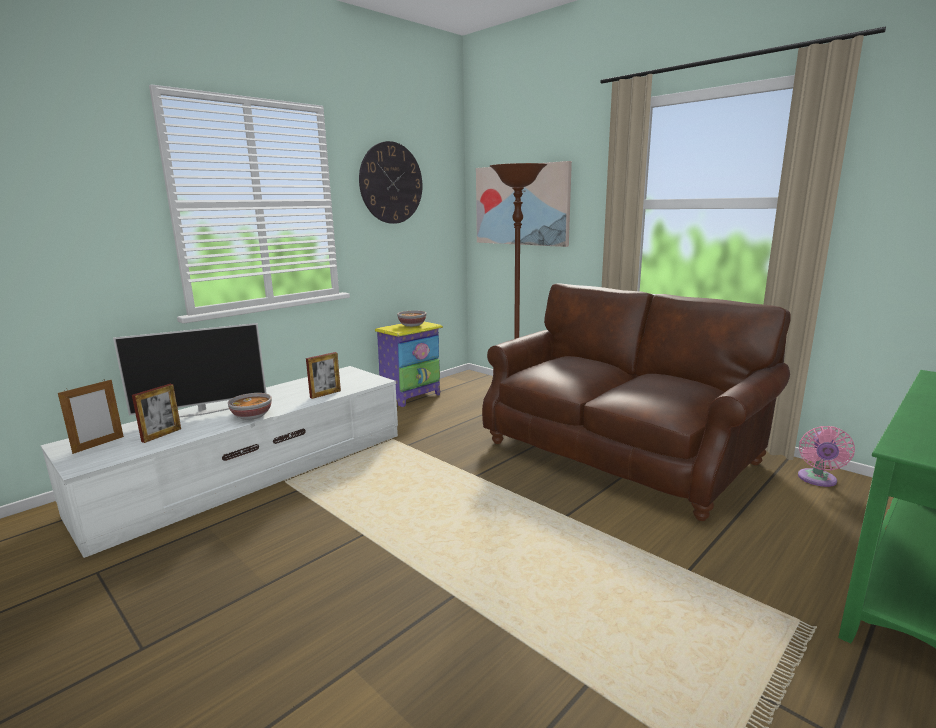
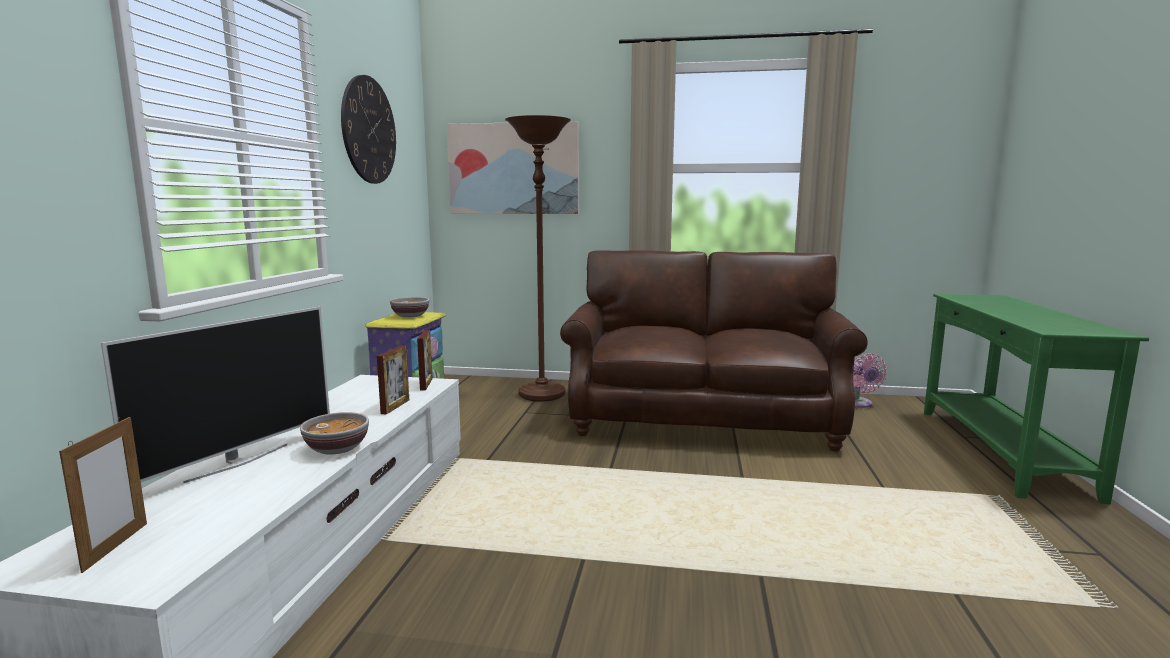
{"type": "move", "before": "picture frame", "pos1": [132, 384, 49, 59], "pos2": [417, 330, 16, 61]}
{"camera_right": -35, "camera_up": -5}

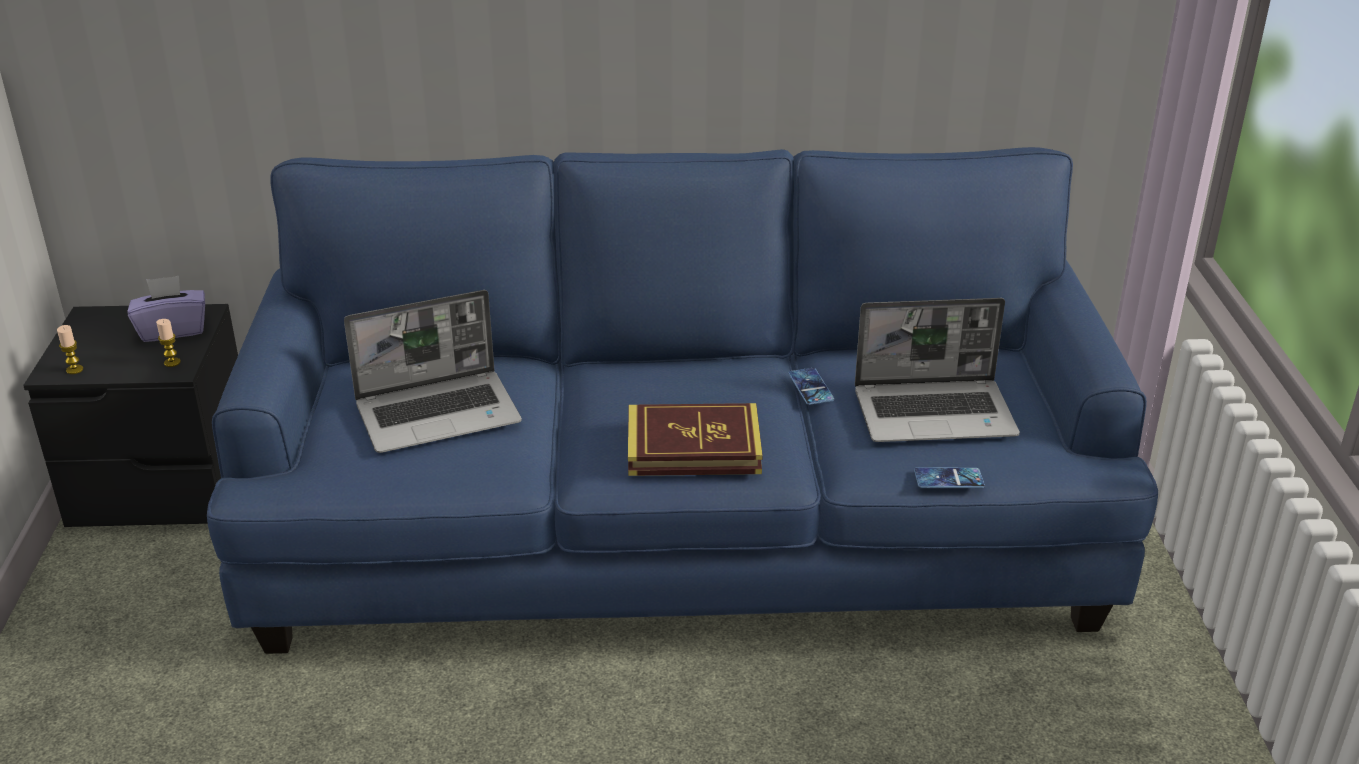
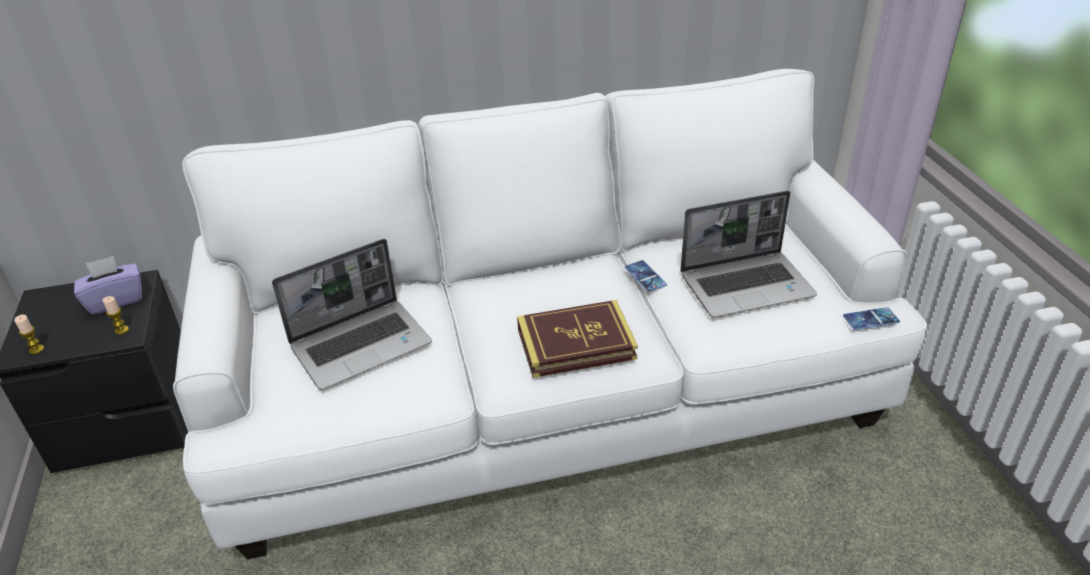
{"type": "move", "before": "phone", "pos1": [914, 467, 71, 21], "pos2": [843, 307, 57, 23]}
{"type": "recolor", "before": "blue sofa", "after": "white sofa", "pos1": [207, 147, 951, 507], "pos2": [173, 69, 754, 490]}
{"camera_right": -10, "camera_up": 5}

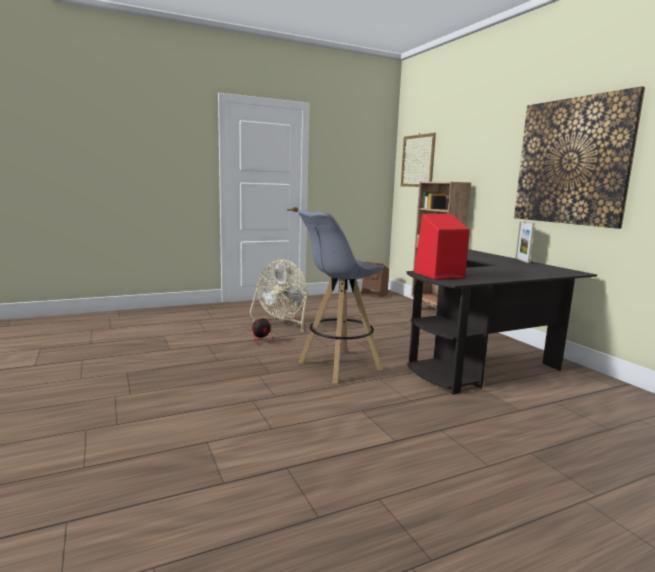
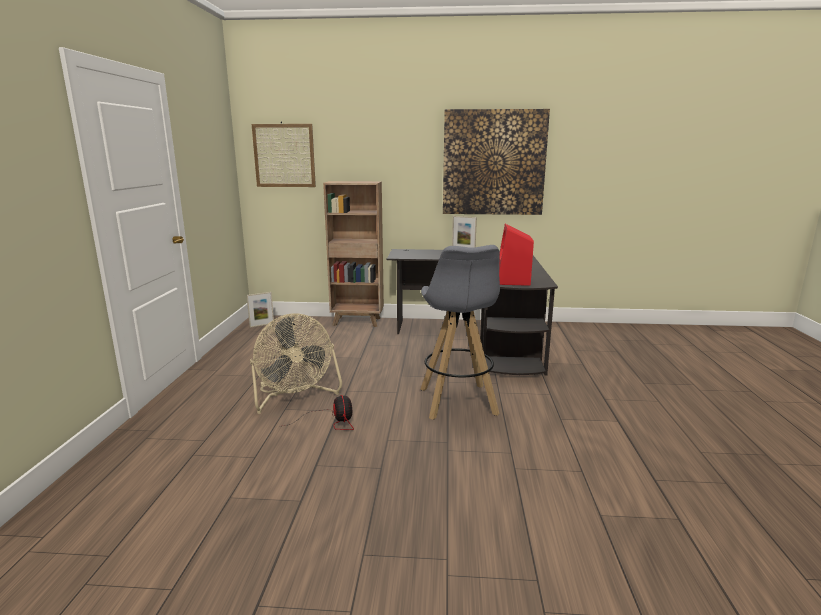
{"type": "replace", "before": "brown speaker", "after": "picture frame", "pos1": [361, 262, 28, 36], "pos2": [247, 292, 27, 35]}
{"camera_right": -60, "camera_up": 5}

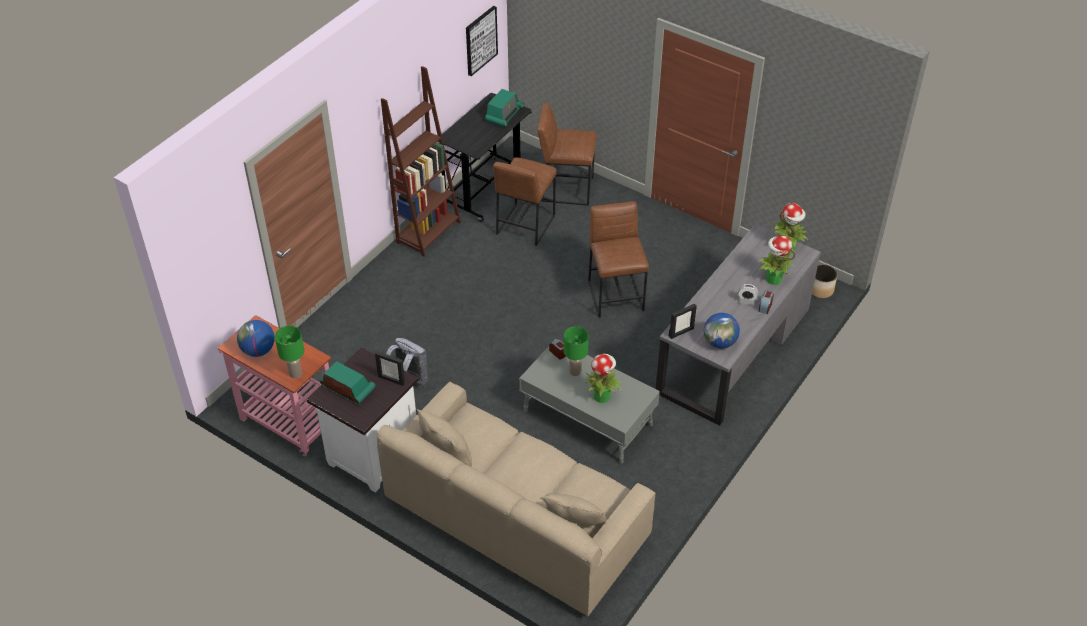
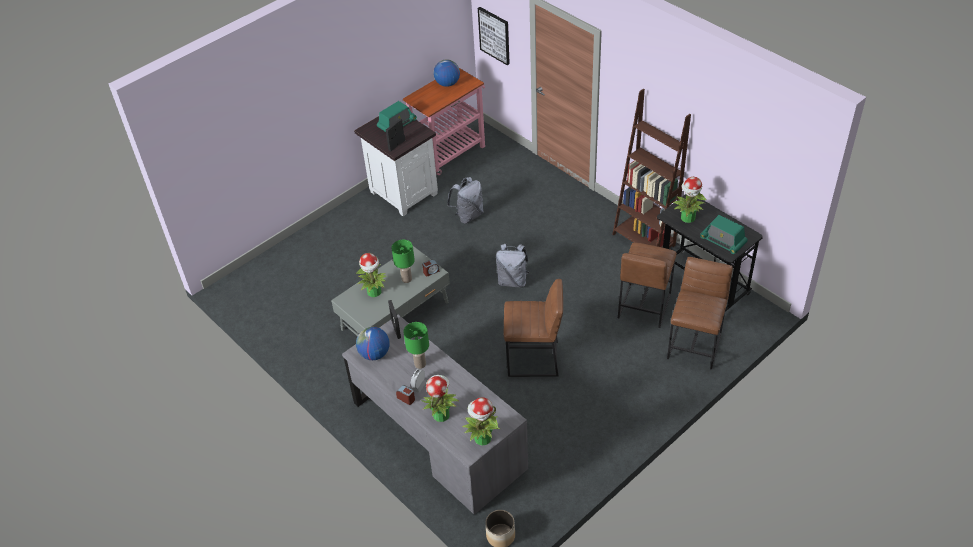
{"type": "delete", "before": "beige sofa", "pos1": [377, 382, 279, 234]}
{"type": "insert", "after": "grey backpack", "pos2": [496, 243, 34, 44]}
{"type": "insert", "after": "potted plant", "pos2": [673, 177, 34, 46]}
{"type": "move", "before": "green table lamp", "pos1": [275, 326, 29, 53], "pos2": [403, 322, 26, 47]}
{"type": "move", "before": "picture", "pos1": [466, 6, 32, 70], "pos2": [478, 7, 32, 58]}
{"type": "rotate", "before": "brown chair", "pos1": [493, 157, 64, 89], "pos2": [618, 242, 59, 86], "turn": -105}
{"camera_right": 105, "camera_up": 0}

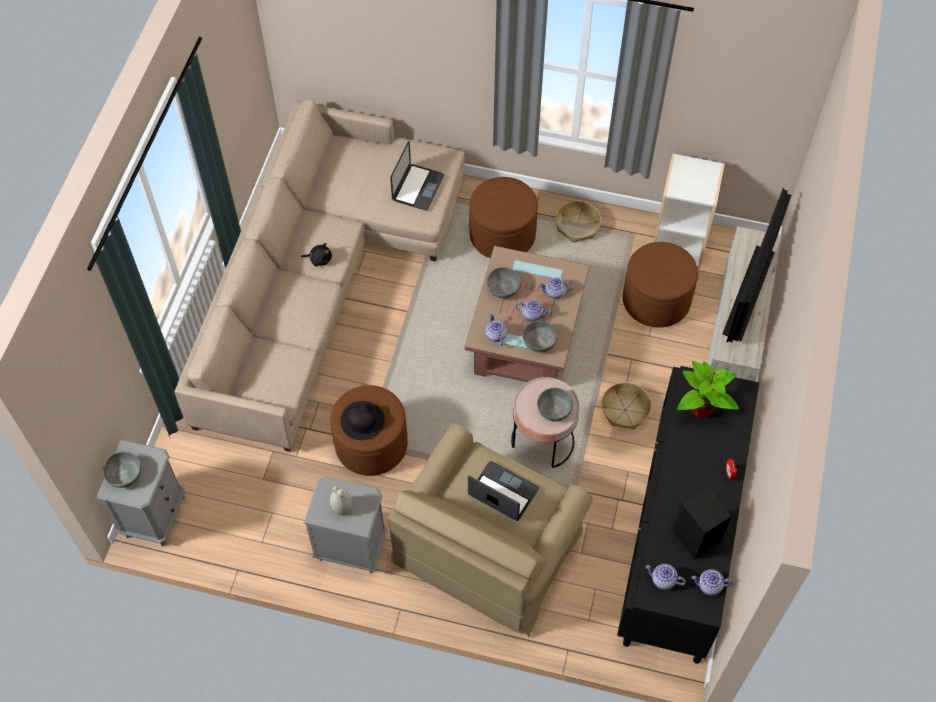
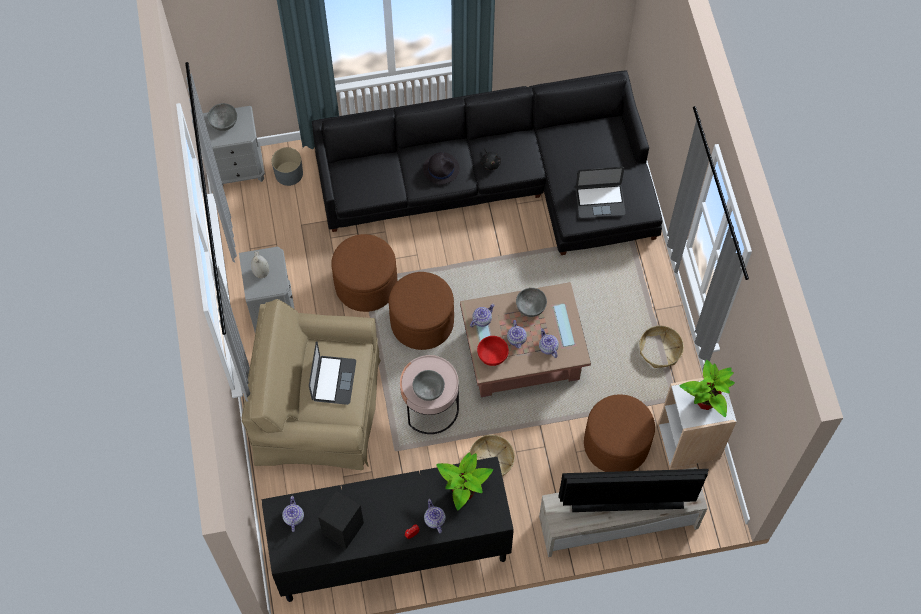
{"type": "insert", "after": "grey planter", "pos2": [272, 147, 31, 39]}
{"type": "insert", "after": "potted plant", "pos2": [679, 360, 56, 57]}
{"type": "move", "before": "black hat", "pos1": [340, 401, 45, 39], "pos2": [423, 152, 37, 33]}
{"type": "move", "before": "brown ottoman", "pos1": [469, 177, 69, 81], "pos2": [389, 272, 65, 78]}
{"type": "move", "before": "teapot", "pos1": [691, 569, 42, 27], "pos2": [424, 499, 22, 34]}
{"type": "recolor", "before": "beige sofa", "after": "black sofa", "pos1": [175, 100, 290, 352], "pos2": [312, 70, 350, 185]}
{"type": "recolor", "before": "grey bowl", "after": "red bowl", "pos1": [523, 321, 34, 31], "pos2": [477, 336, 32, 30]}
{"camera_right": 65, "camera_up": 5}

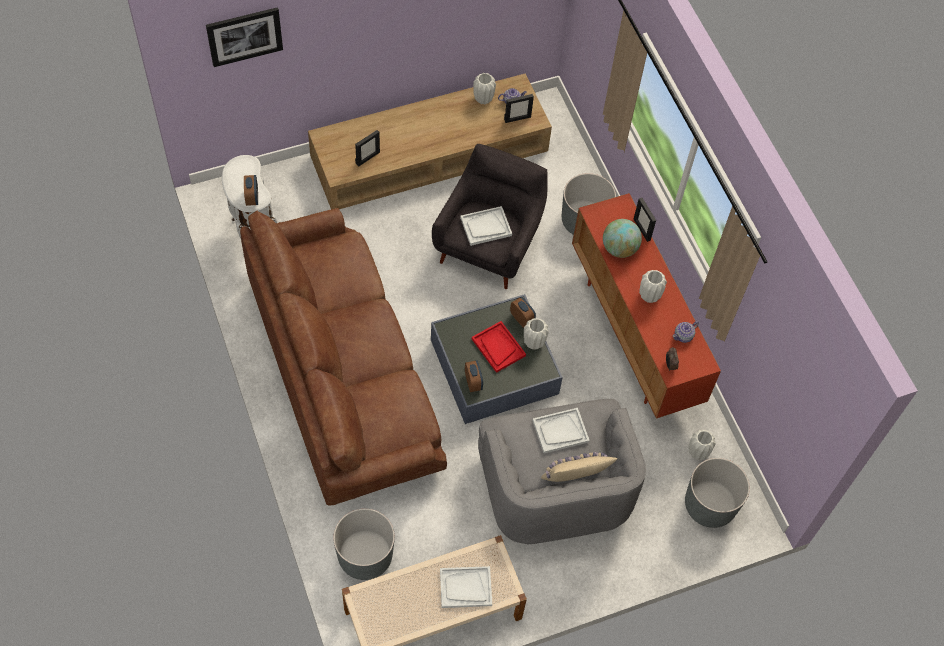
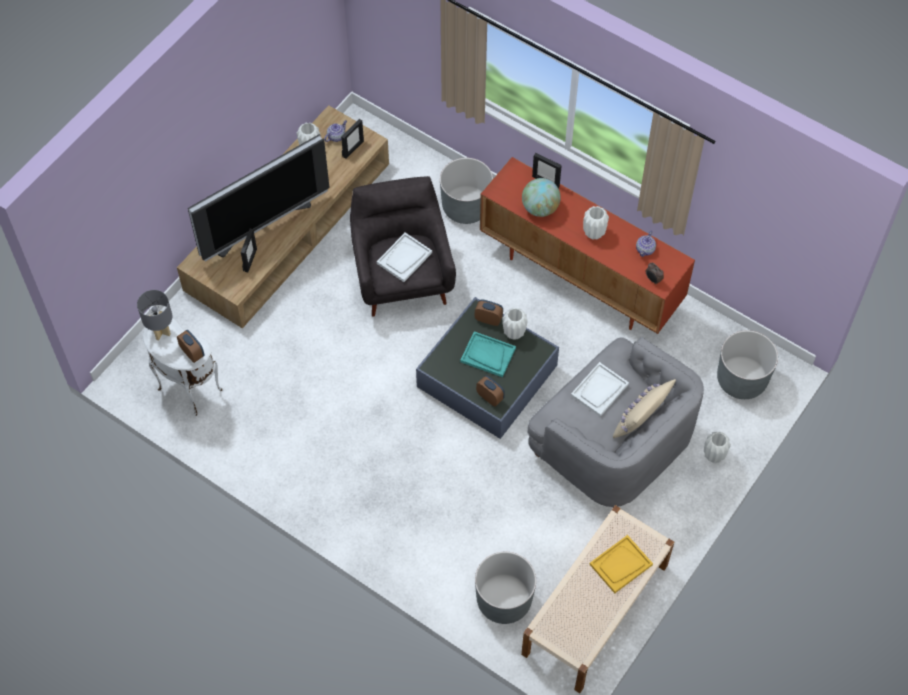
{"type": "delete", "before": "picture", "pos1": [206, 7, 77, 60]}
{"type": "delete", "before": "brown sofa", "pos1": [240, 208, 207, 298]}
{"type": "insert", "after": "grey table lamp", "pos2": [137, 290, 35, 51]}
{"type": "insert", "after": "television", "pos2": [188, 134, 141, 128]}
{"type": "move", "before": "white vase", "pos1": [688, 430, 28, 30], "pos2": [704, 432, 27, 31]}
{"type": "recolor", "before": "white tray", "after": "yellow tray", "pos1": [440, 566, 52, 42], "pos2": [589, 535, 64, 58]}
{"type": "recolor", "before": "red tray", "after": "turquoise tray", "pos1": [472, 321, 54, 52], "pos2": [460, 331, 56, 46]}
{"camera_right": -30, "camera_up": 0}

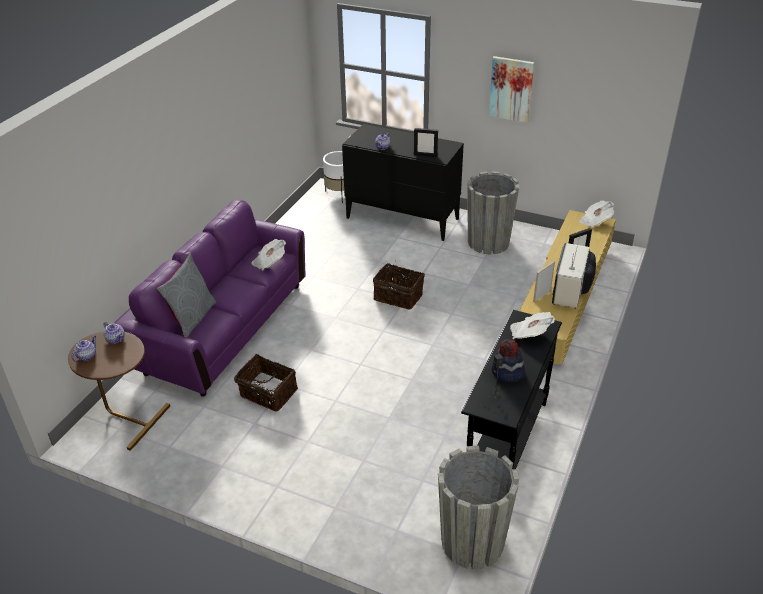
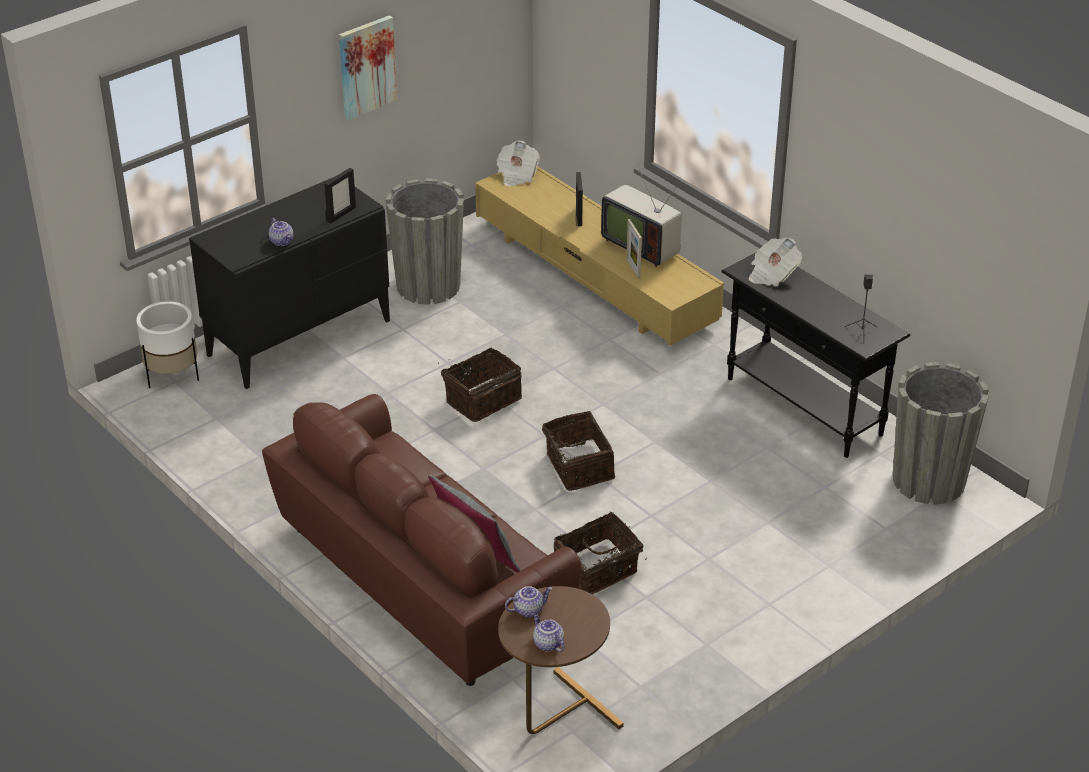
{"type": "delete", "before": "newspaper", "pos1": [251, 239, 35, 31]}
{"type": "delete", "before": "hat", "pos1": [491, 339, 34, 43]}
{"type": "insert", "after": "basket", "pos2": [542, 411, 73, 80]}
{"type": "recolor", "before": "purple sofa", "after": "brown sofa", "pos1": [113, 200, 192, 197], "pos2": [262, 394, 319, 292]}
{"camera_right": -65, "camera_up": 0}

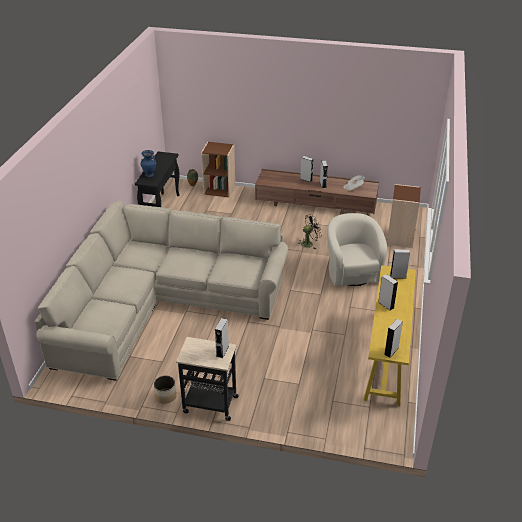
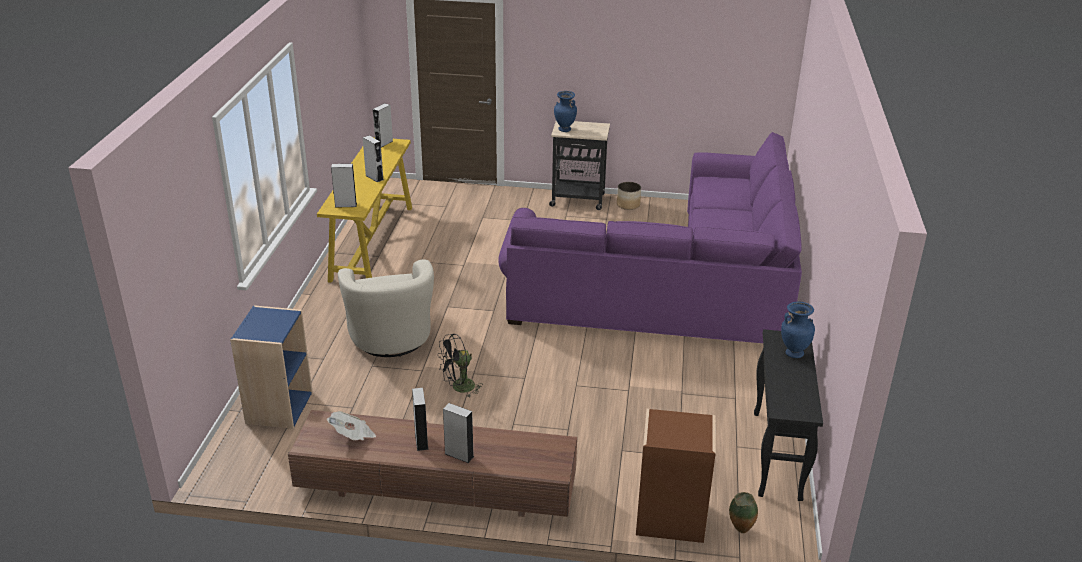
{"type": "replace", "before": "grey speaker", "after": "blue vase", "pos1": [215, 318, 14, 40], "pos2": [554, 91, 23, 41]}
{"type": "recolor", "before": "beige sofa", "after": "purple sofa", "pos1": [35, 201, 253, 180], "pos2": [499, 132, 303, 211]}
{"type": "recolor", "before": "brown bookcase", "after": "blue bookcase", "pos1": [387, 184, 34, 64], "pos2": [230, 305, 83, 124]}
{"camera_right": 175, "camera_up": -5}

